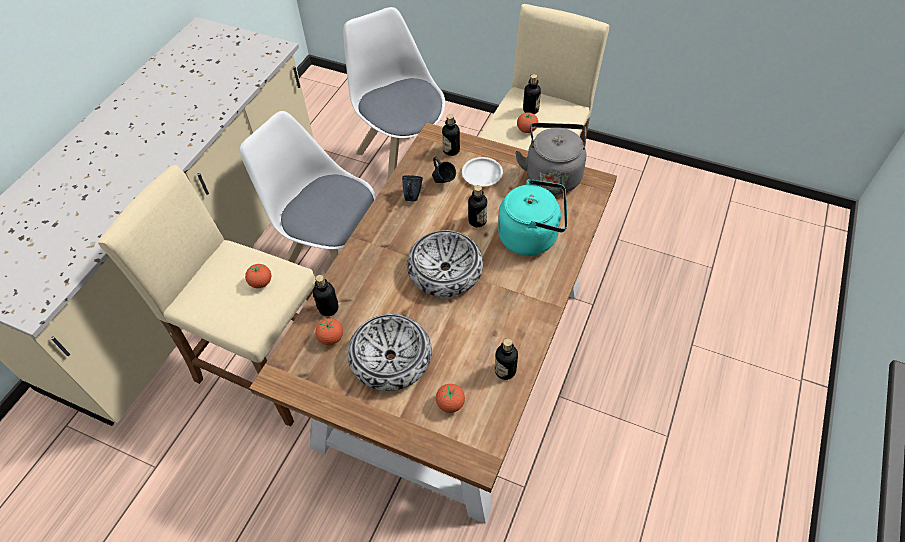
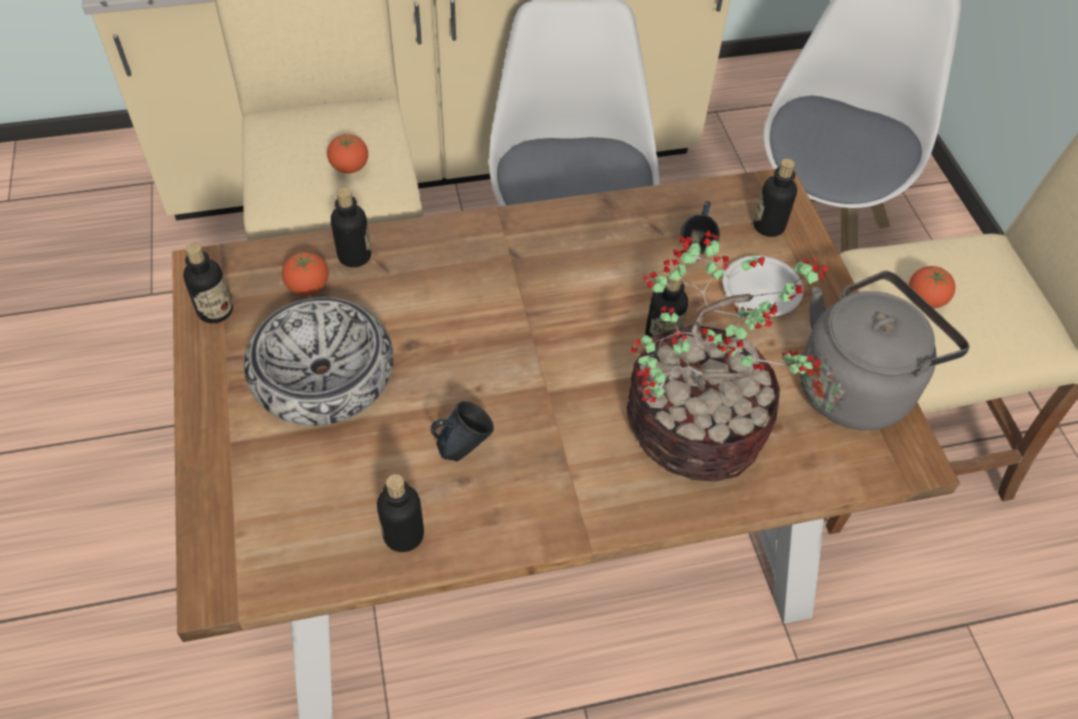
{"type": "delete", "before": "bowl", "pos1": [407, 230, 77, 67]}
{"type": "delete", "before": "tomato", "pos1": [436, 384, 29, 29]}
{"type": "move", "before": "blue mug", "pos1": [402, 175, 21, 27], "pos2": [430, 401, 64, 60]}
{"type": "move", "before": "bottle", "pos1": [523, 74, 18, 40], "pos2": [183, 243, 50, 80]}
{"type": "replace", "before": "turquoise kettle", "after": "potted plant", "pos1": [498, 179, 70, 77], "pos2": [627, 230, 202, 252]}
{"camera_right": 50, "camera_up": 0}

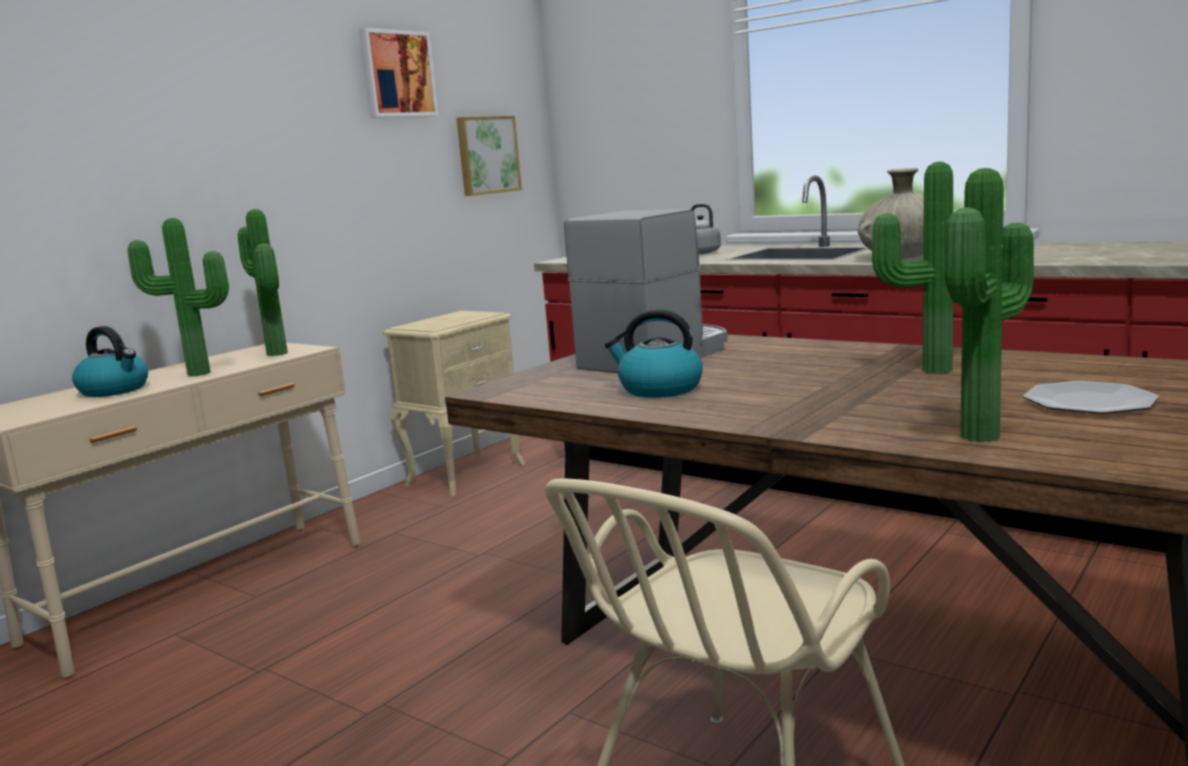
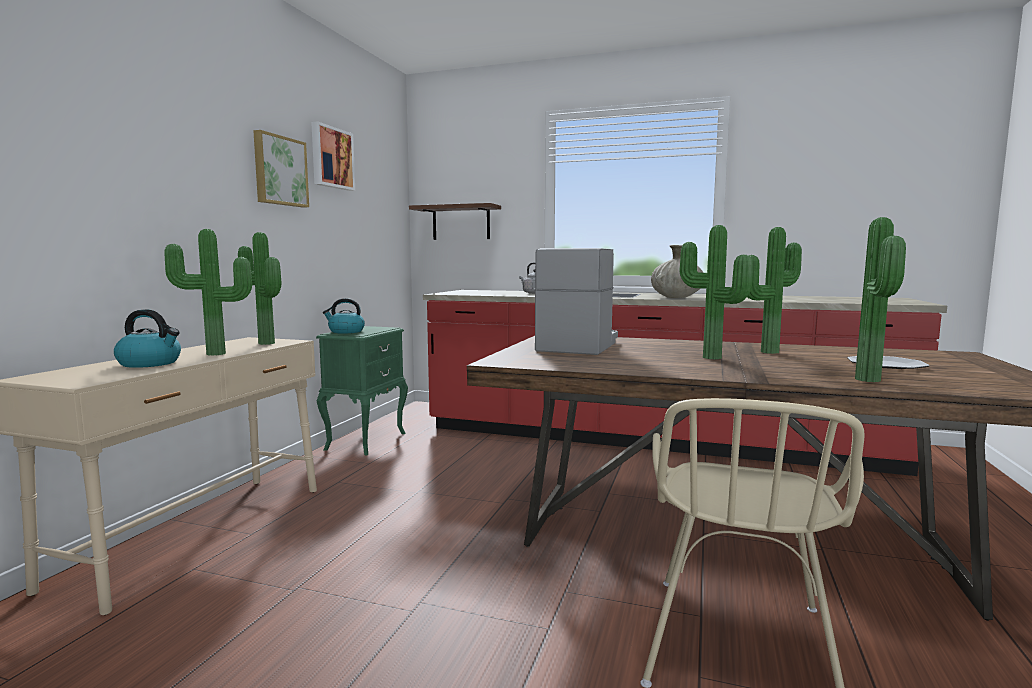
{"type": "insert", "after": "shelf", "pos2": [409, 203, 92, 37]}
{"type": "insert", "after": "potted plant", "pos2": [680, 225, 73, 134]}
{"type": "move", "before": "picture", "pos1": [456, 116, 66, 80], "pos2": [253, 130, 56, 77]}
{"type": "move", "before": "kettle", "pos1": [605, 309, 98, 89], "pos2": [323, 298, 42, 36]}
{"type": "recolor", "before": "beige nightstand", "after": "green nightstand", "pos1": [383, 311, 142, 185], "pos2": [316, 326, 92, 130]}
{"camera_right": -20, "camera_up": -5}

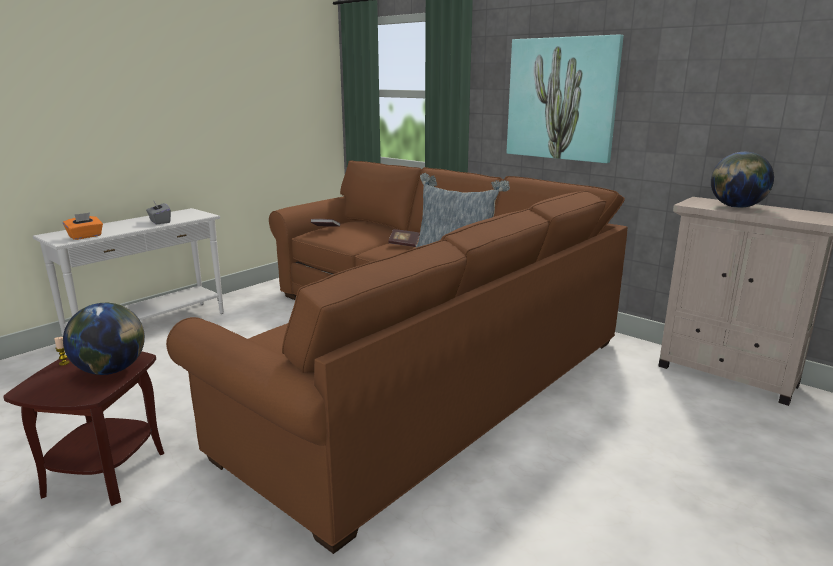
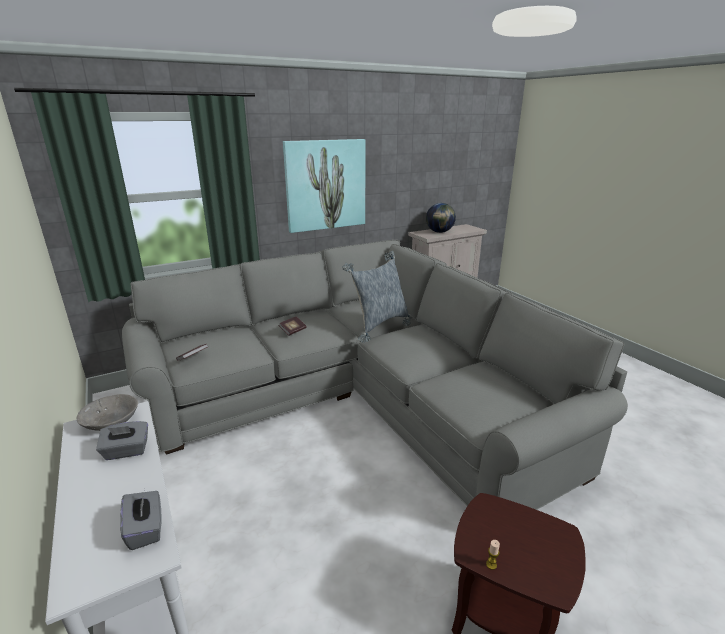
{"type": "delete", "before": "globe", "pos1": [63, 303, 82, 72]}
{"type": "insert", "after": "grey bowl", "pos2": [77, 394, 61, 37]}
{"type": "recolor", "before": "orange tissue box", "after": "grey tissue box", "pos1": [63, 213, 40, 27], "pos2": [120, 489, 42, 61]}
{"type": "recolor", "before": "brown sofa", "after": "grey sofa", "pos1": [166, 160, 462, 394], "pos2": [122, 240, 506, 270]}
{"camera_right": -70, "camera_up": 5}

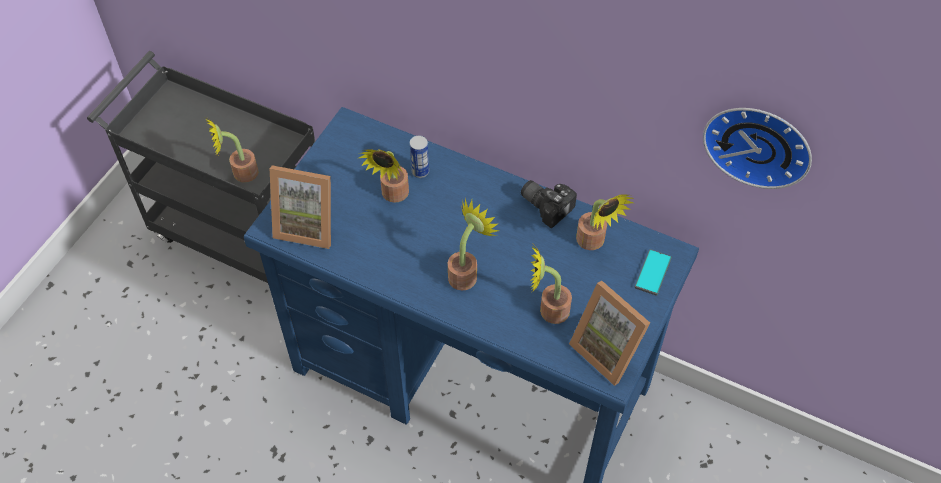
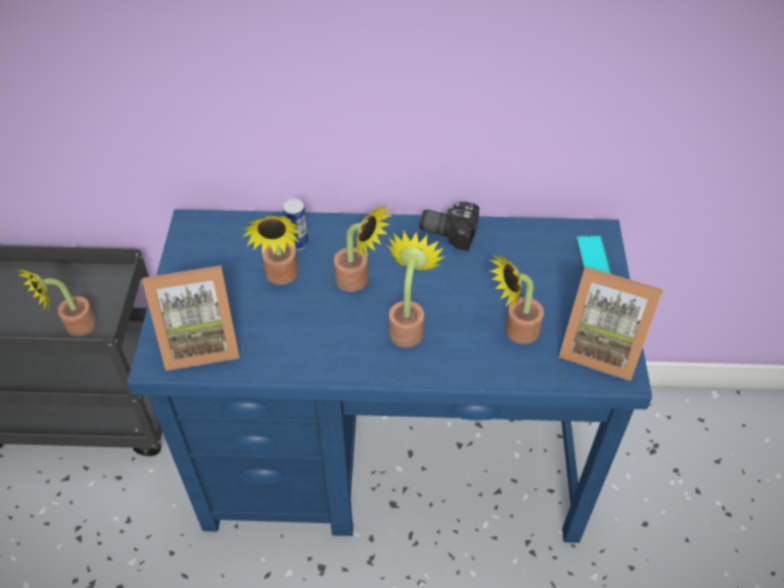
{"type": "delete", "before": "wall clock", "pos1": [703, 108, 109, 81]}
{"type": "move", "before": "potted plant", "pos1": [576, 194, 57, 56], "pos2": [334, 205, 58, 87]}
{"camera_right": -25, "camera_up": -5}

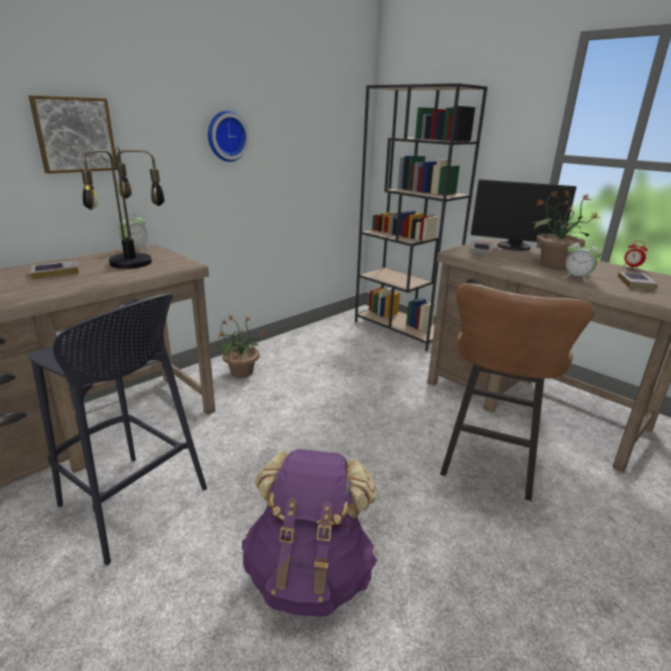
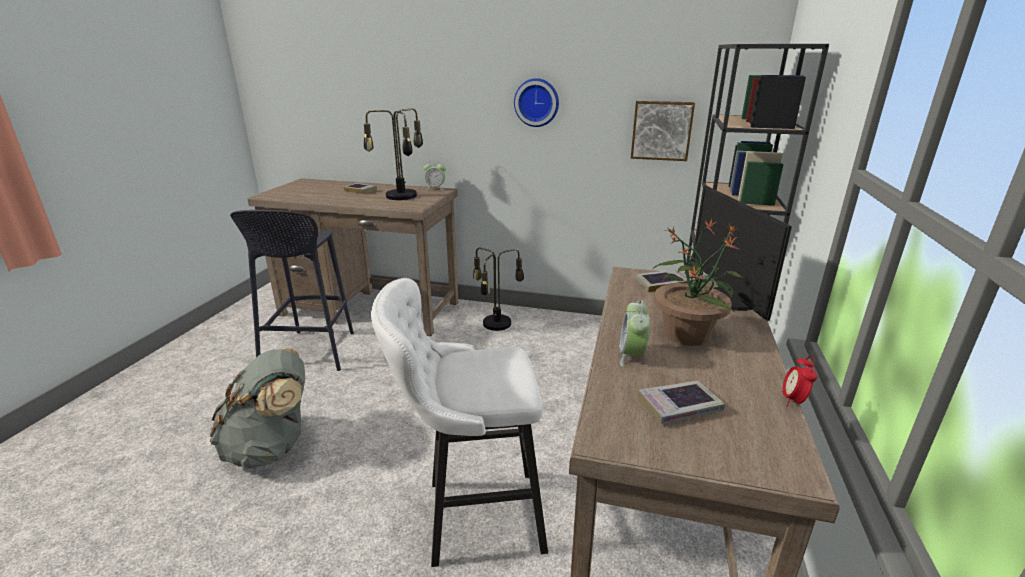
{"type": "move", "before": "picture", "pos1": [29, 95, 89, 79], "pos2": [631, 101, 64, 60]}
{"type": "replace", "before": "potted plant", "after": "table lamp", "pos1": [212, 315, 53, 63], "pos2": [473, 248, 51, 83]}
{"type": "recolor", "before": "purple backpack", "after": "grey backpack", "pos1": [242, 449, 135, 168], "pos2": [210, 348, 95, 121]}
{"type": "recolor", "before": "brown stool", "after": "white stool", "pos1": [440, 283, 154, 218], "pos2": [371, 278, 177, 289]}
{"camera_right": 60, "camera_up": 0}

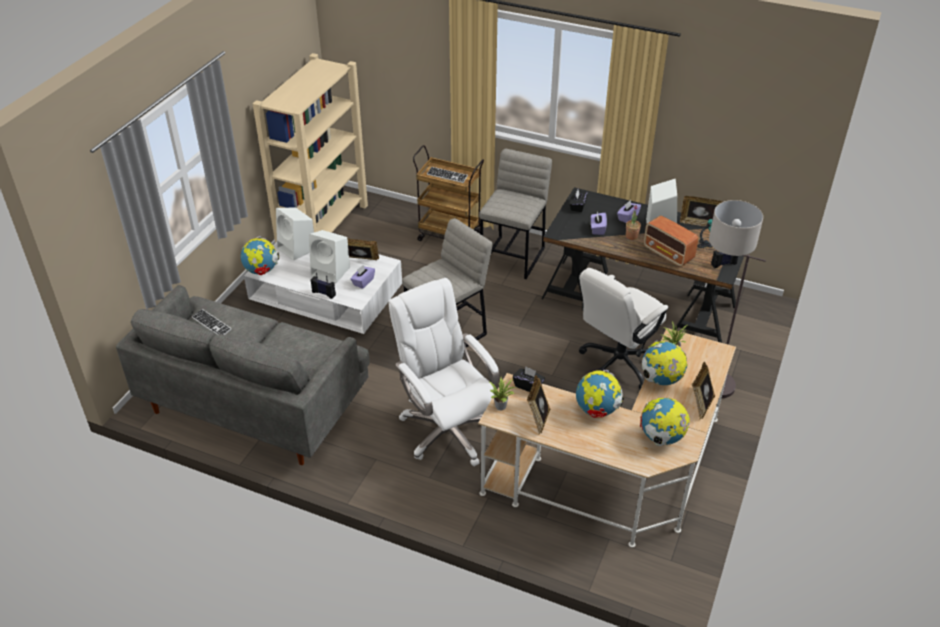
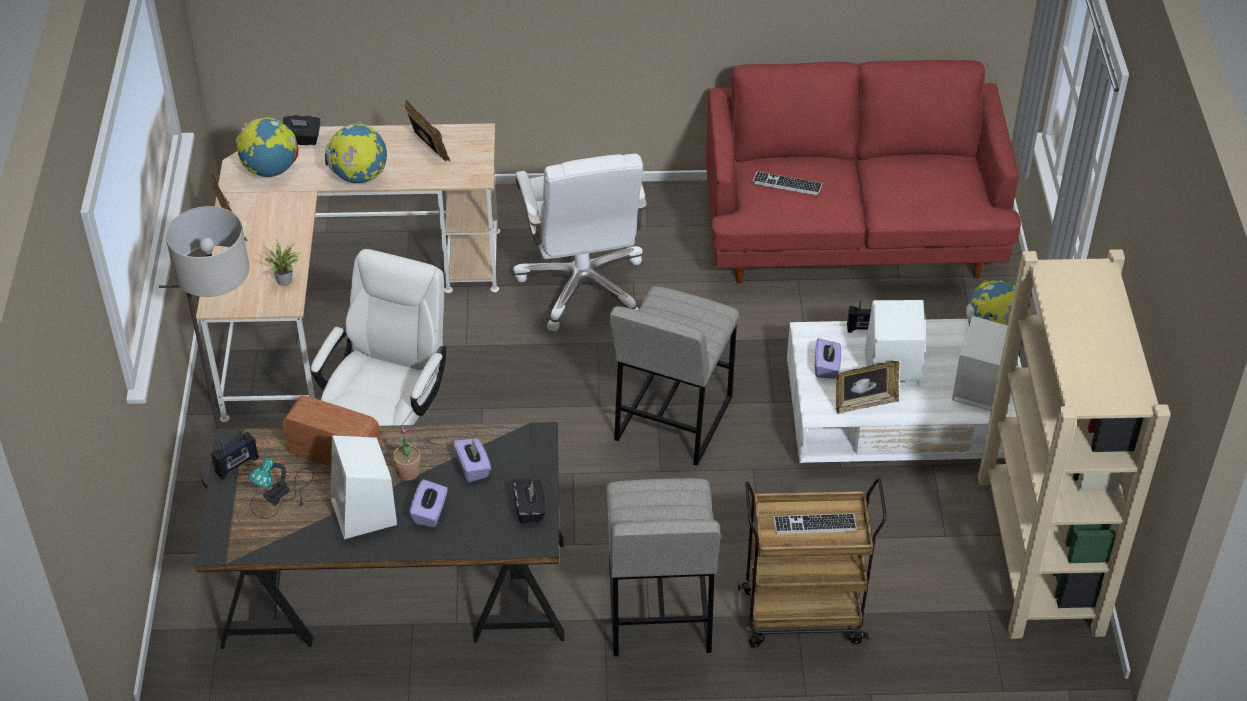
{"type": "delete", "before": "potted plant", "pos1": [490, 377, 27, 33]}
{"type": "delete", "before": "globe", "pos1": [642, 341, 45, 44]}
{"type": "delete", "before": "picture frame", "pos1": [680, 196, 43, 31]}
{"type": "move", "before": "keyboard", "pos1": [192, 309, 39, 26], "pos2": [752, 172, 71, 23]}
{"type": "move", "before": "black tissue box", "pos1": [513, 366, 32, 26], "pos2": [283, 115, 38, 30]}
{"type": "recolor", "before": "grey sofa", "after": "red sofa", "pos1": [116, 285, 254, 180], "pos2": [706, 60, 315, 223]}
{"type": "rotate", "before": "white office chair", "pos1": [388, 278, 111, 188], "pos2": [513, 154, 134, 177], "turn": 45}
{"camera_right": 155, "camera_up": 5}

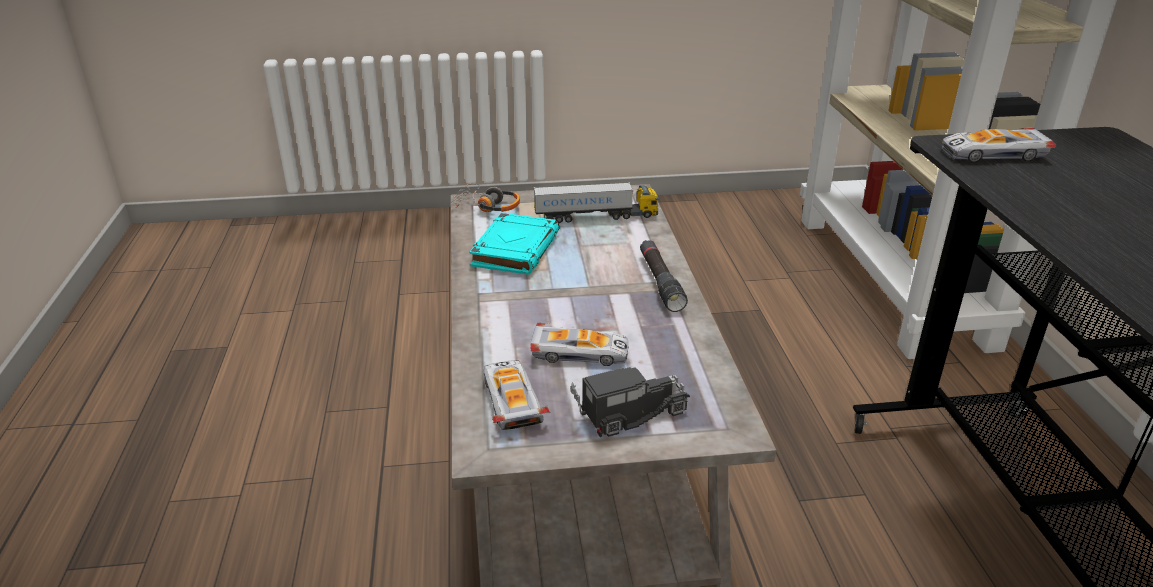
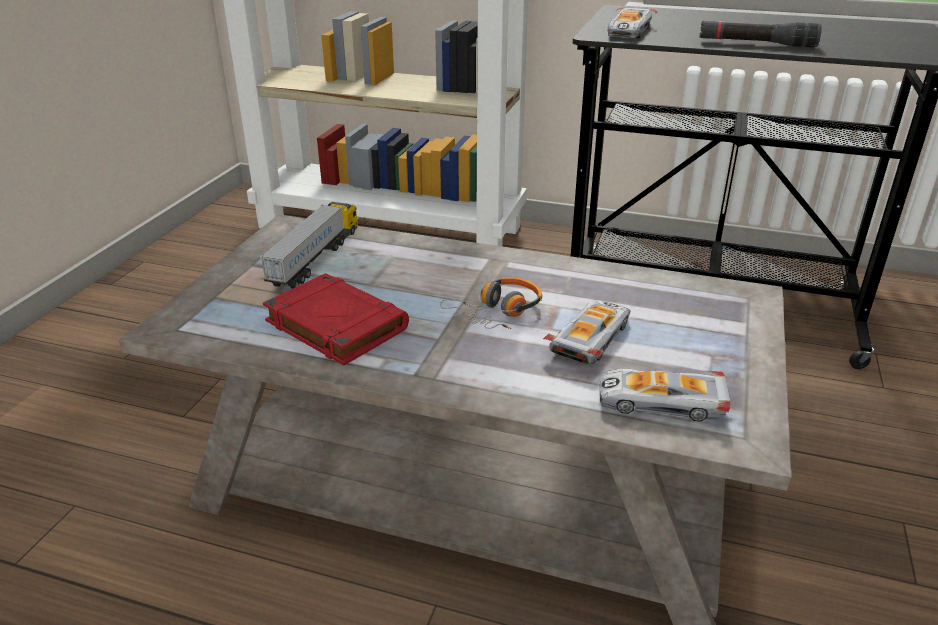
{"type": "delete", "before": "toy truck", "pos1": [570, 367, 120, 70]}
{"type": "move", "before": "headphones", "pos1": [451, 184, 69, 28], "pos2": [440, 277, 102, 52]}
{"type": "move", "before": "black flashlight", "pos1": [640, 240, 48, 72], "pos2": [699, 21, 123, 26]}
{"type": "recolor", "before": "turquoise book", "after": "red book", "pos1": [469, 213, 90, 62], "pos2": [263, 273, 146, 92]}
{"camera_right": -65, "camera_up": 0}

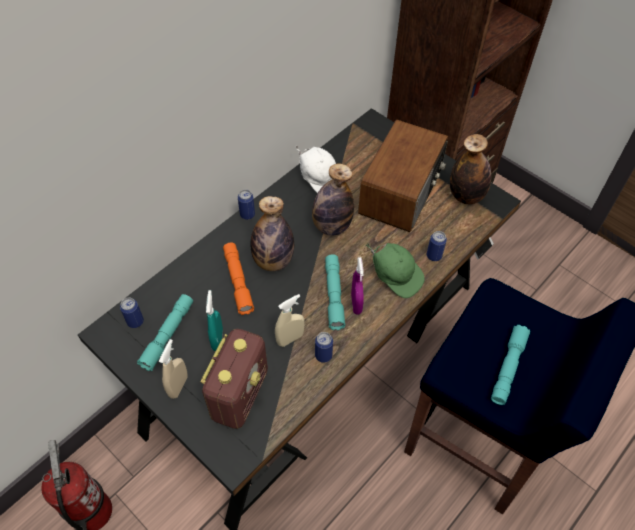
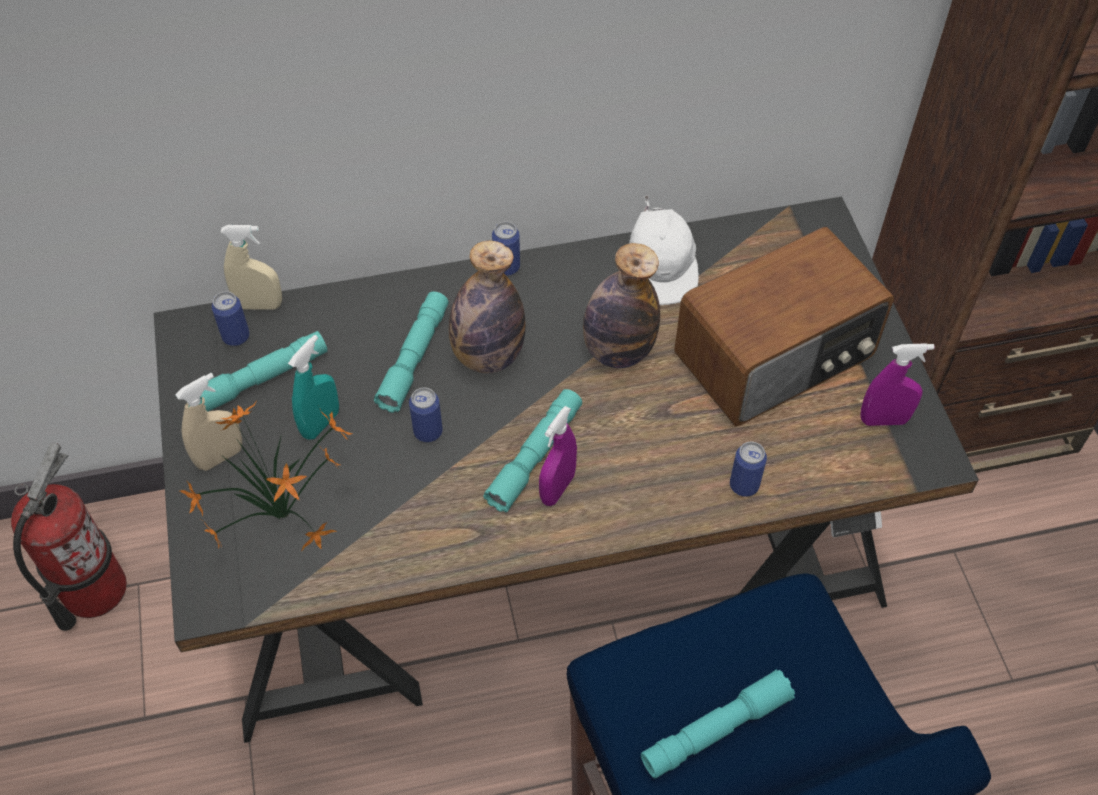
{"type": "delete", "before": "green cap", "pos1": [366, 243, 59, 55]}
{"type": "move", "before": "beige spray bottle", "pos1": [275, 294, 30, 53], "pos2": [221, 225, 61, 85]}
{"type": "move", "before": "can", "pos1": [315, 332, 18, 31], "pos2": [409, 387, 34, 55]}
{"type": "replace", "before": "radio", "after": "potted plant", "pos1": [201, 329, 67, 100], "pos2": [180, 401, 172, 149]}
{"type": "replace", "before": "bottle", "after": "purple spray bottle", "pos1": [450, 134, 41, 70], "pos2": [860, 343, 74, 83]}
{"type": "recolor", "before": "orange flashlight", "after": "turquoise flashlight", "pos1": [223, 242, 31, 73], "pos2": [374, 292, 75, 121]}
{"camera_right": 35, "camera_up": 0}

